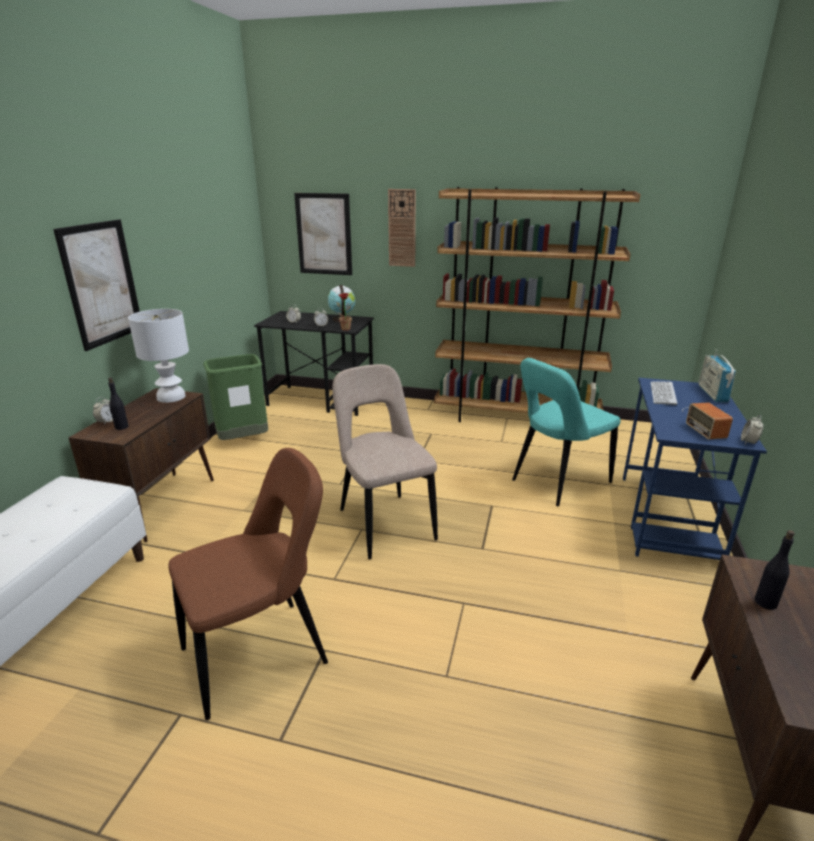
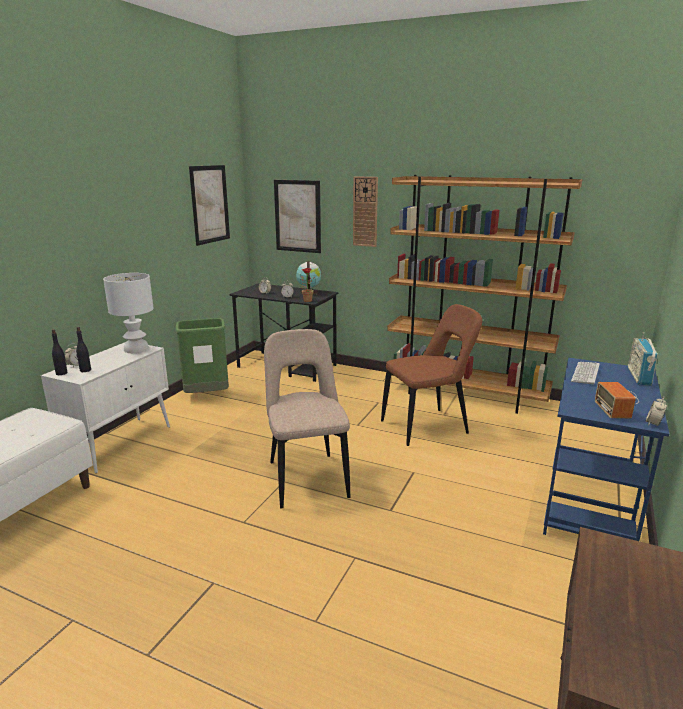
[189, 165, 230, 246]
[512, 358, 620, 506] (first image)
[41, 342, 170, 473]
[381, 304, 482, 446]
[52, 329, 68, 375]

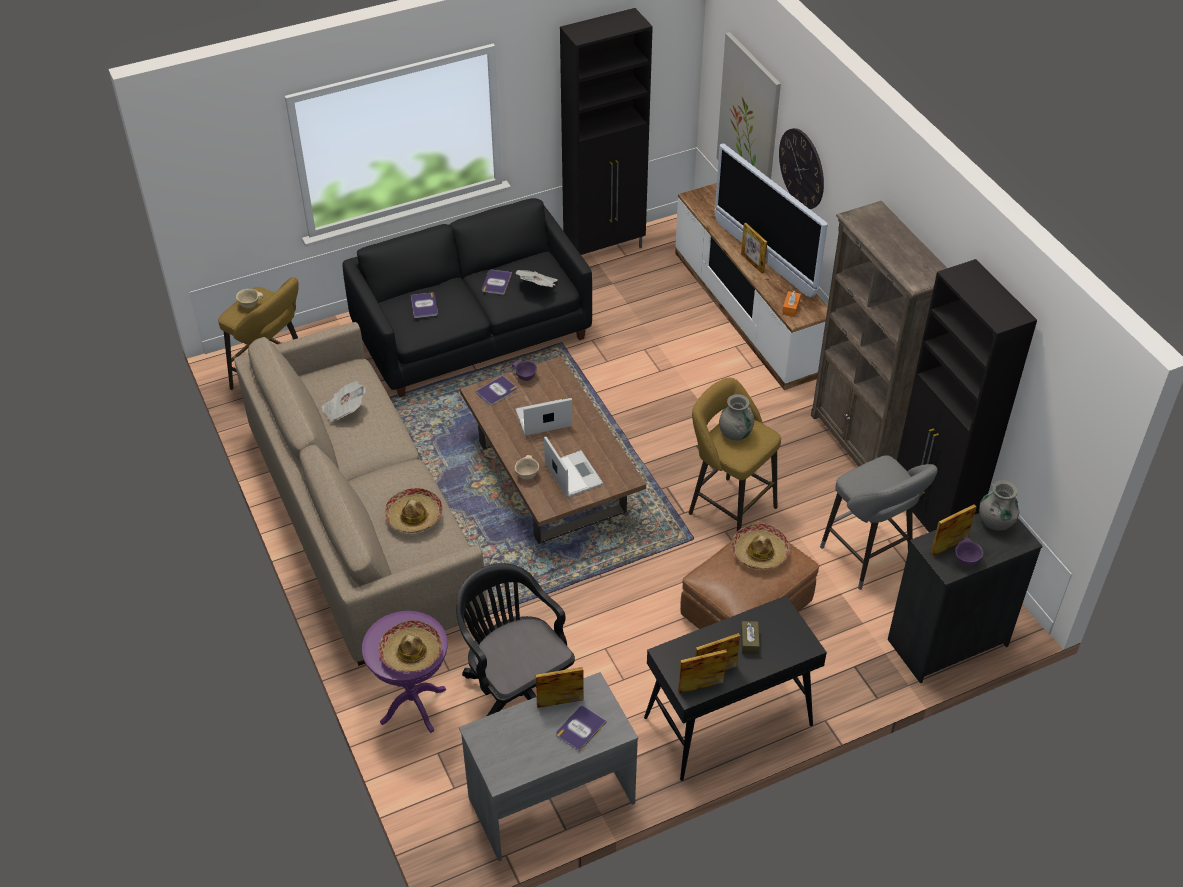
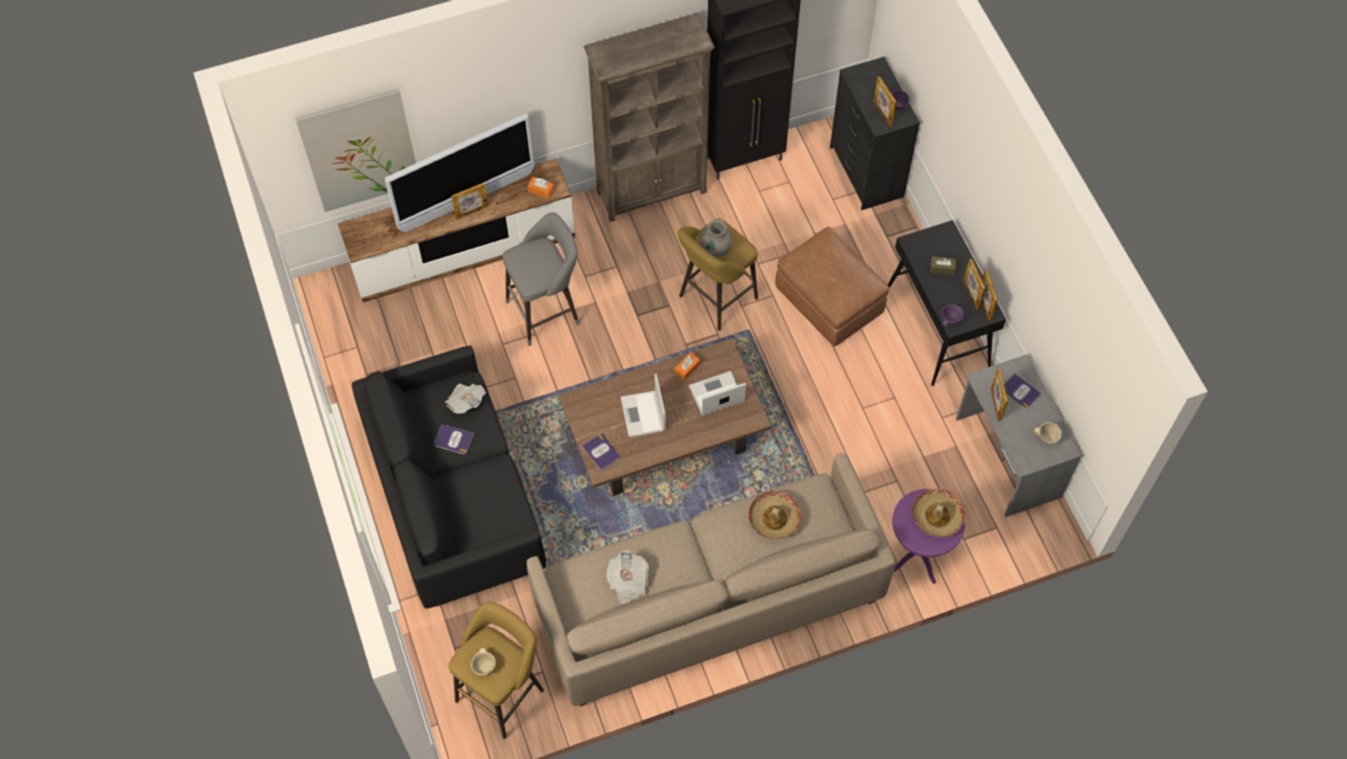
[560, 8, 653, 255] (first image)
[779, 128, 824, 209] (first image)
[411, 293, 438, 318] (first image)
[941, 304, 964, 327]
[1034, 422, 1062, 444]
[502, 212, 580, 346]
[979, 480, 1019, 531] (first image)
[732, 524, 790, 569] (first image)
[456, 563, 575, 716] (first image)
[675, 352, 700, 380]

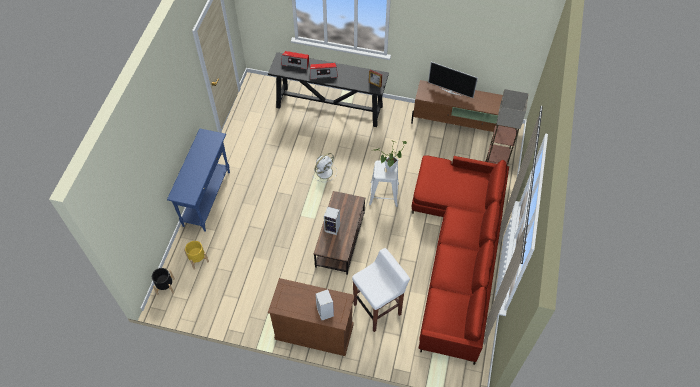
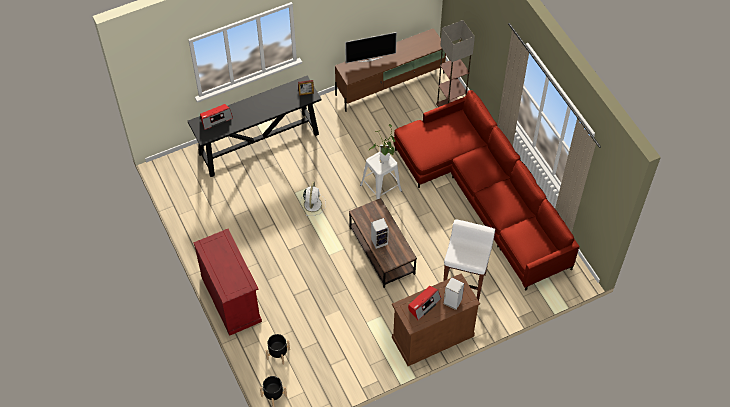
[408, 286, 441, 320]
[193, 229, 262, 336]
[266, 334, 290, 365]

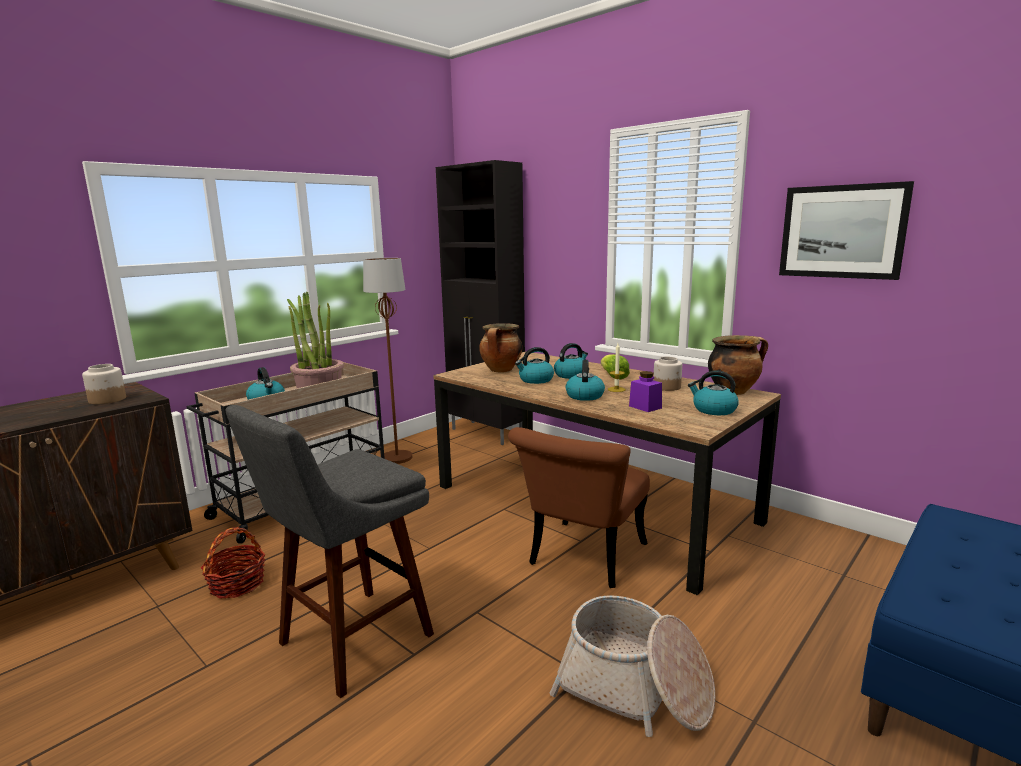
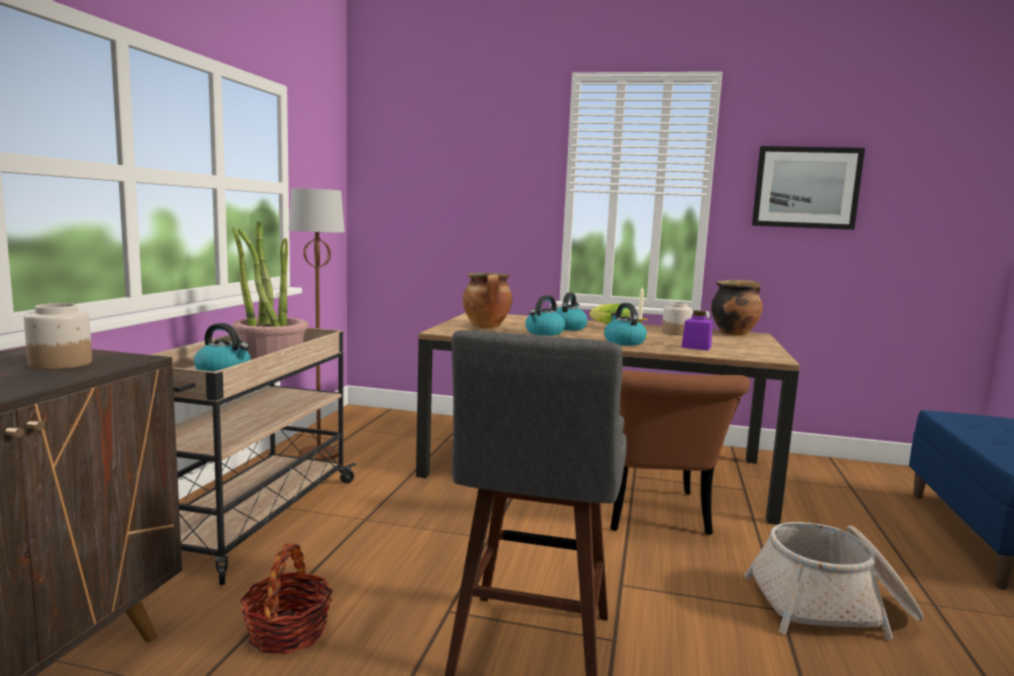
[436, 160, 525, 445] (first image)
[688, 370, 739, 415] (first image)

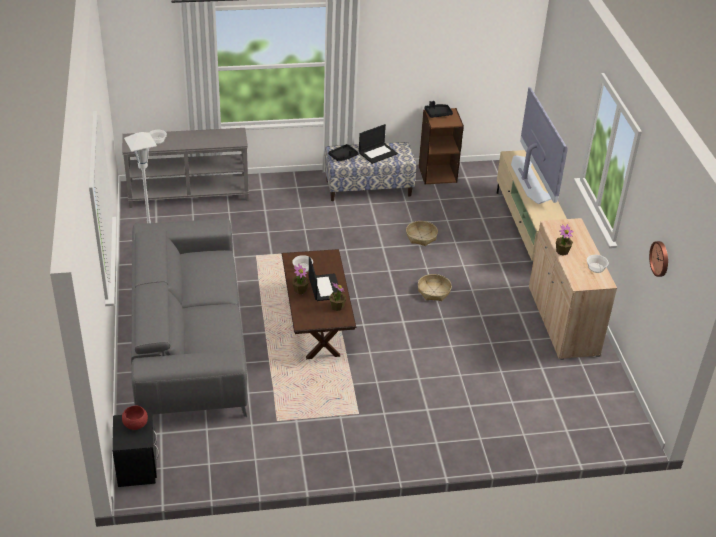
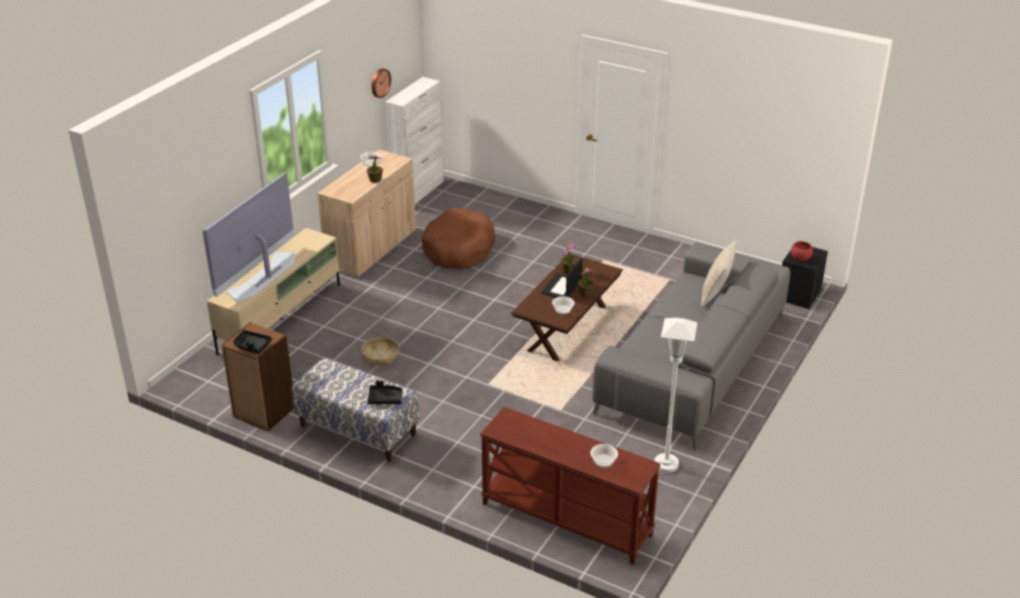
[359, 124, 398, 164] (first image)
[480, 407, 661, 565]
[418, 274, 452, 301] (first image)
[385, 77, 444, 204]
[422, 208, 496, 269]
[701, 241, 736, 307]

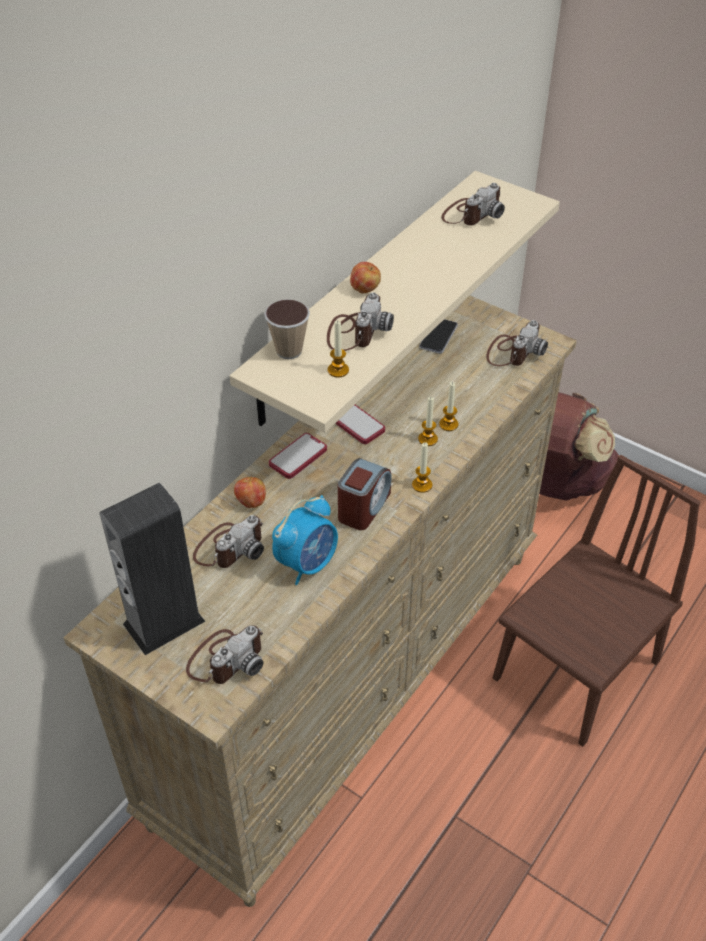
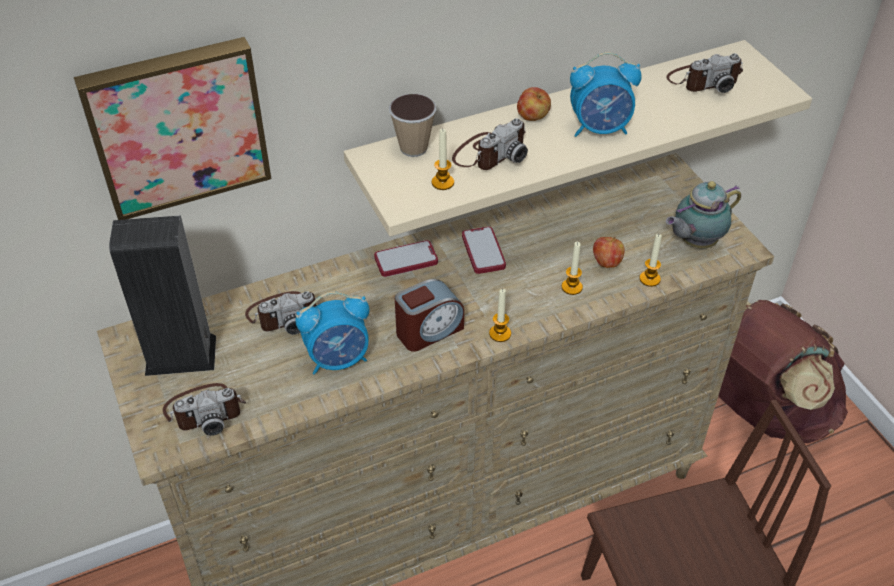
[419, 319, 458, 354] (first image)
[666, 181, 741, 248]
[639, 234, 662, 287]
[593, 236, 625, 268]
[74, 37, 271, 220]
[570, 52, 642, 137]

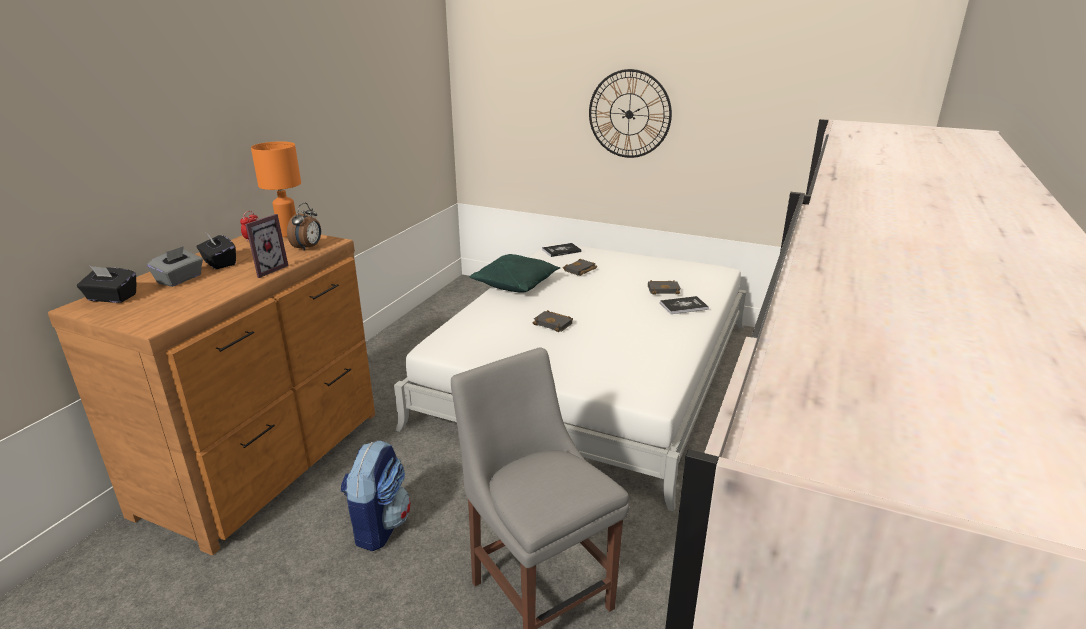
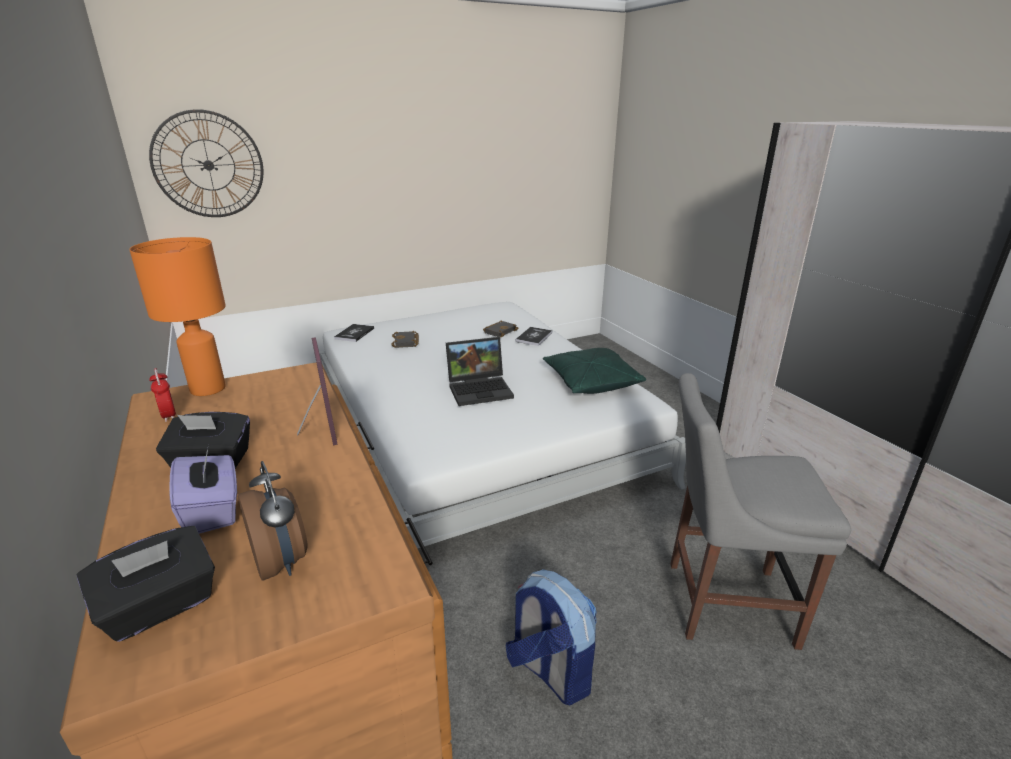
[149, 109, 263, 217]
[238, 461, 308, 581]
[170, 445, 237, 534]
[543, 347, 646, 394]
[446, 337, 514, 406]

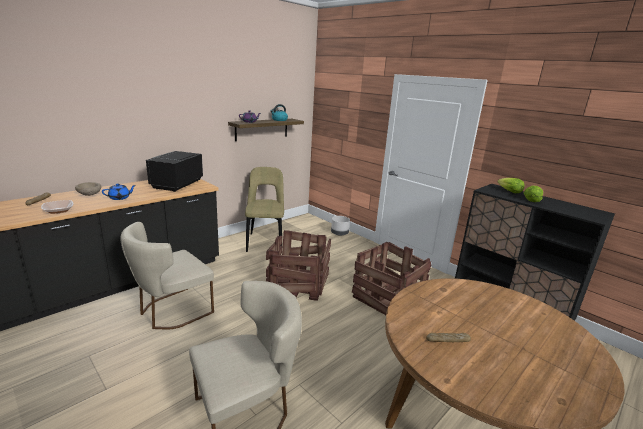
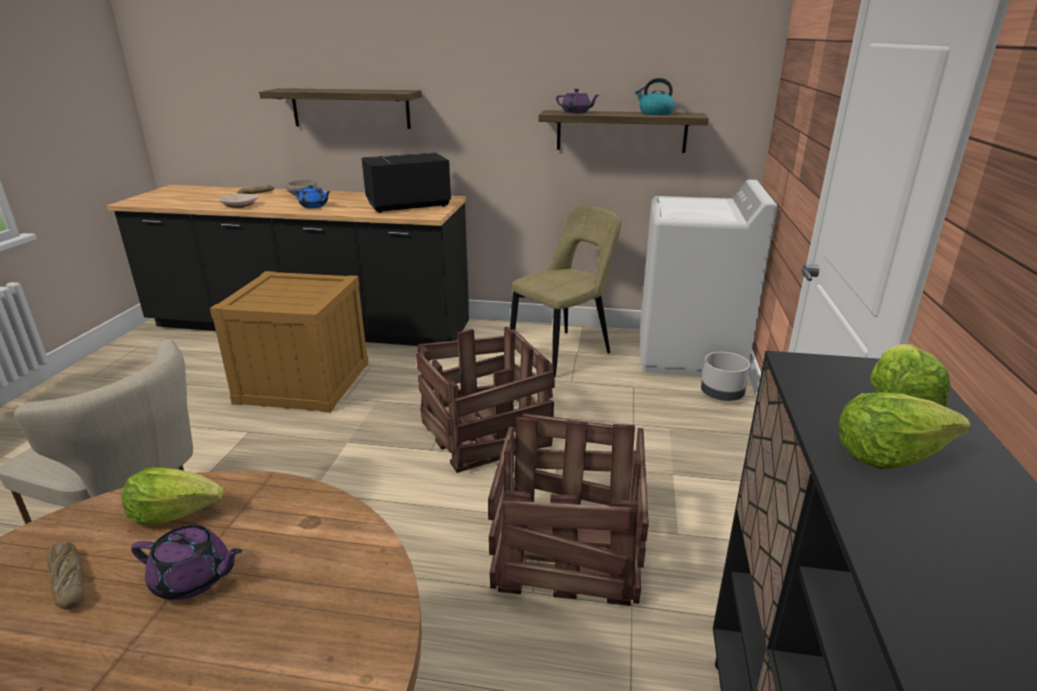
[210, 271, 369, 413]
[259, 88, 422, 129]
[640, 180, 777, 377]
[122, 467, 224, 525]
[131, 525, 243, 600]

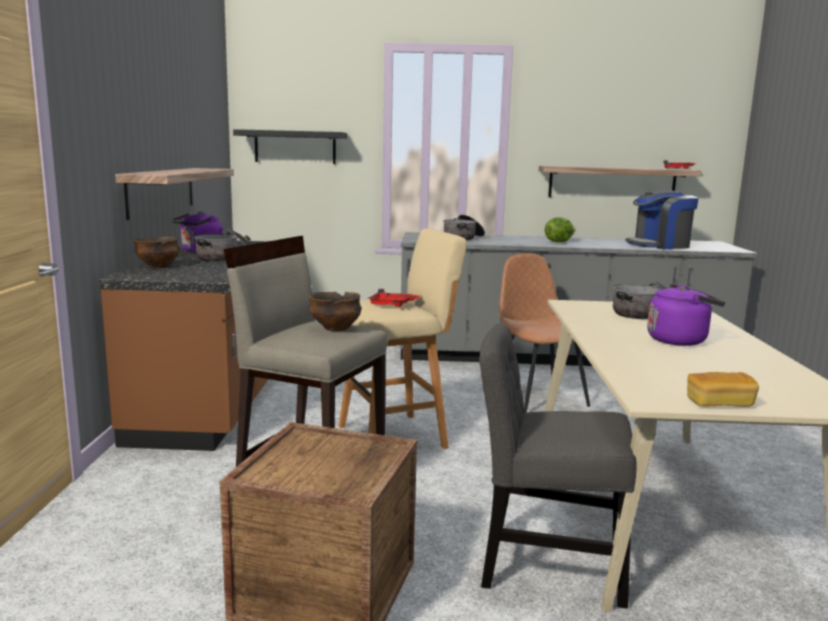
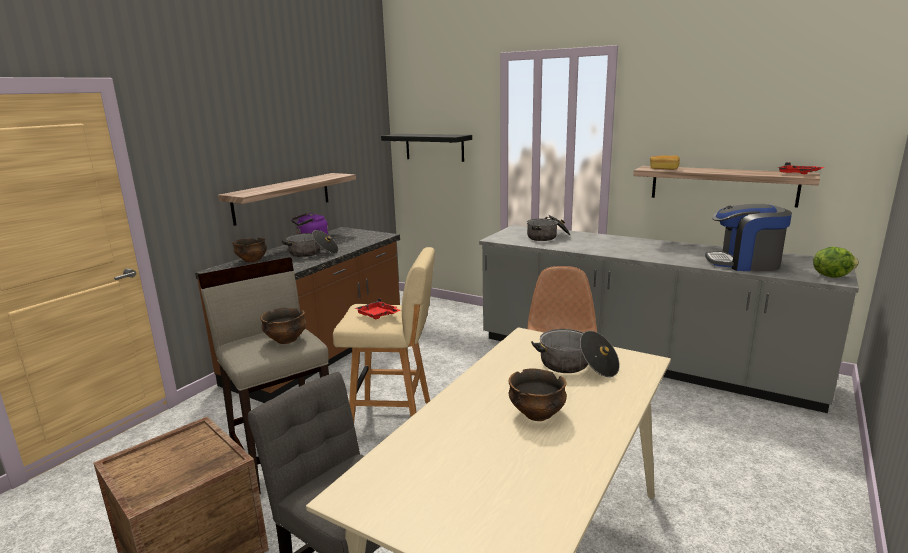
[813, 246, 859, 278]
[508, 368, 567, 421]
[650, 155, 680, 170]

